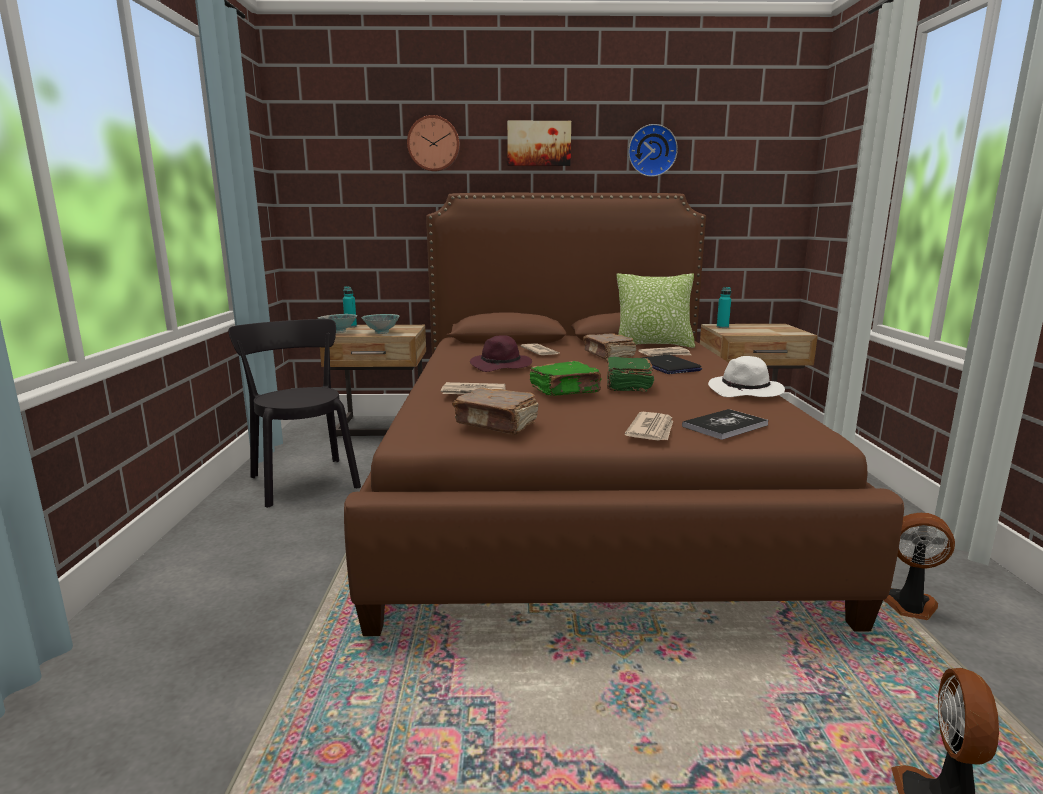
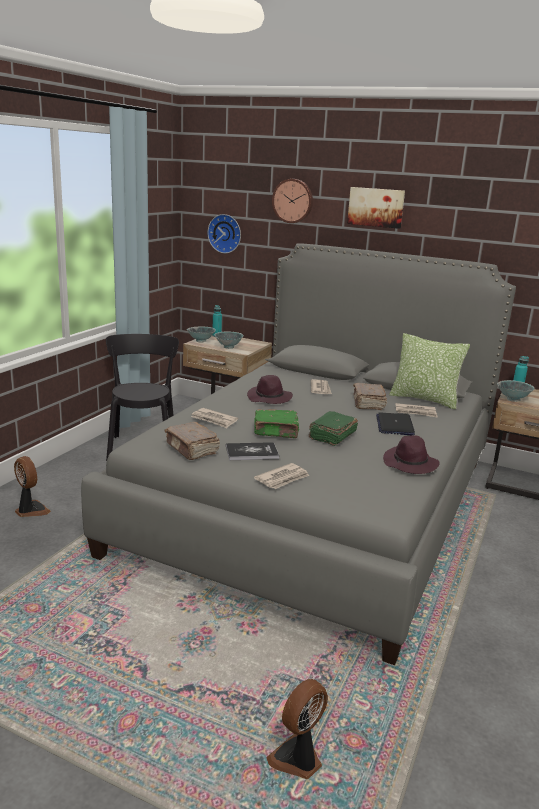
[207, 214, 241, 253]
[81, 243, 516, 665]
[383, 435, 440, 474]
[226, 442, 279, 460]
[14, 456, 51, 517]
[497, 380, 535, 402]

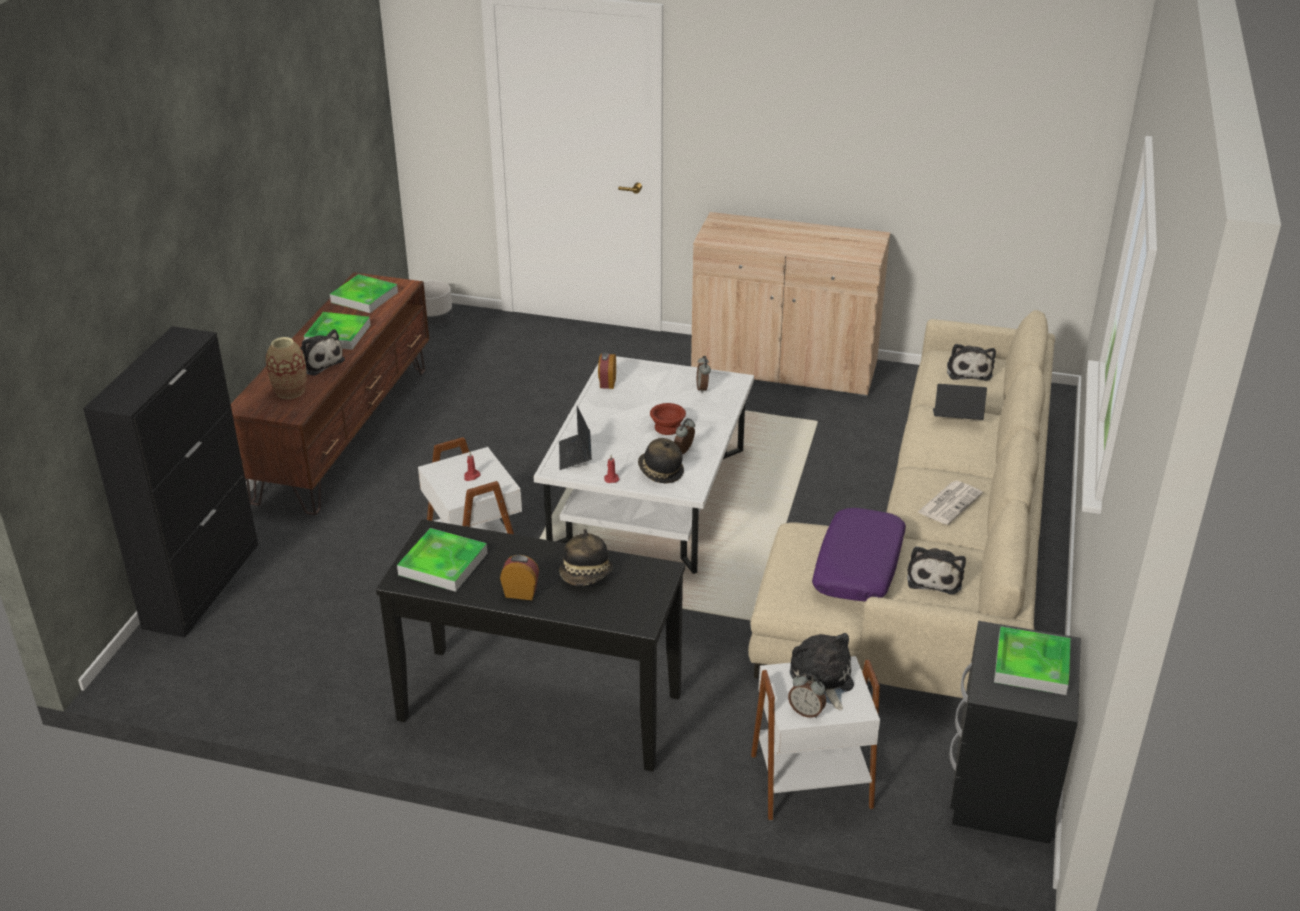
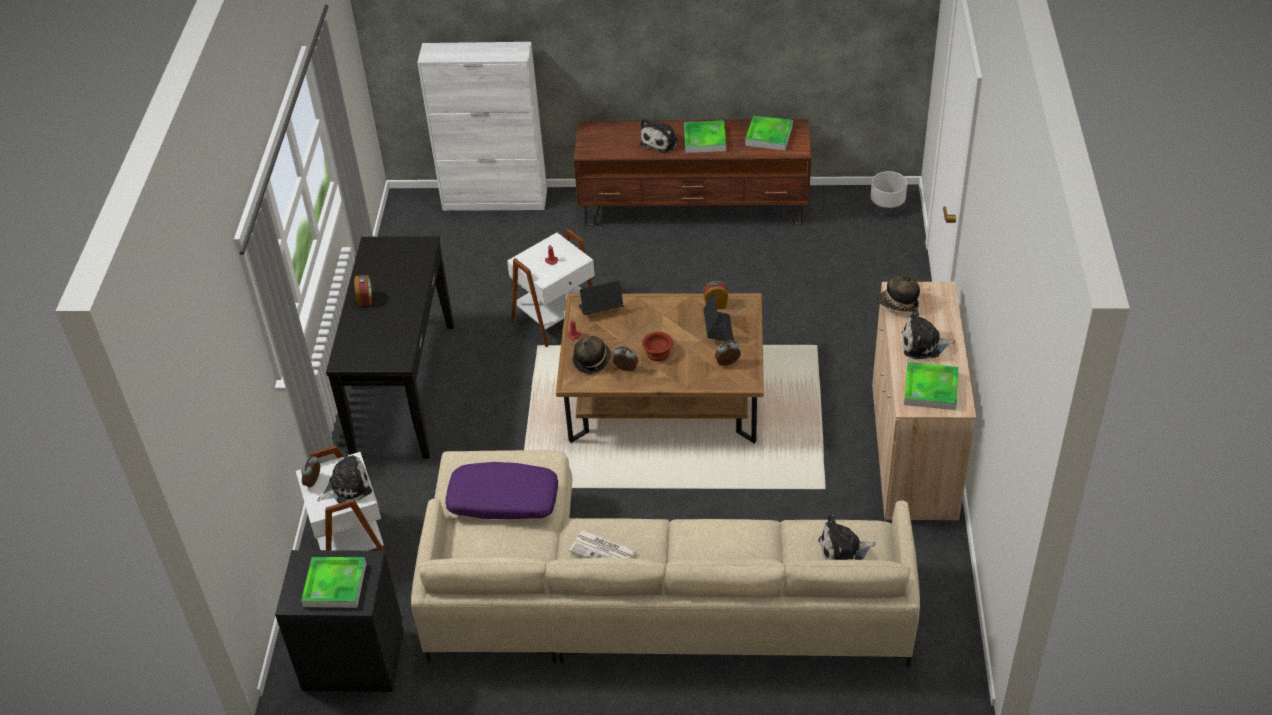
[417, 42, 547, 211]
[266, 337, 307, 399] (first image)
[556, 293, 764, 443]
[704, 290, 734, 341]
[904, 362, 959, 410]
[878, 276, 920, 312]
[901, 307, 956, 359]

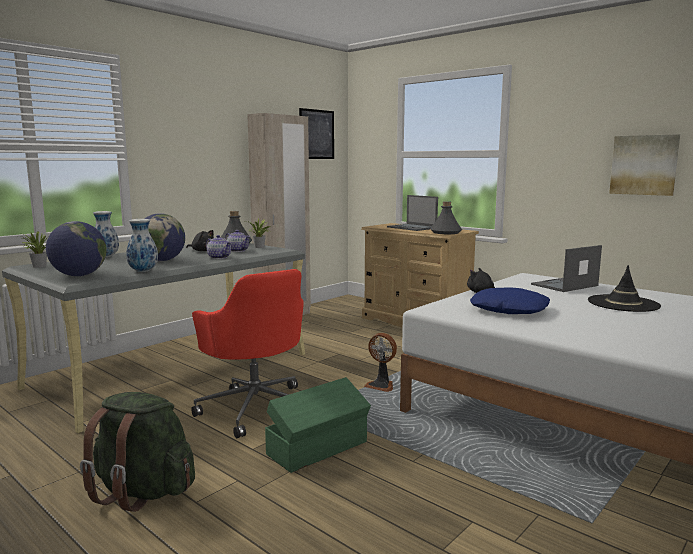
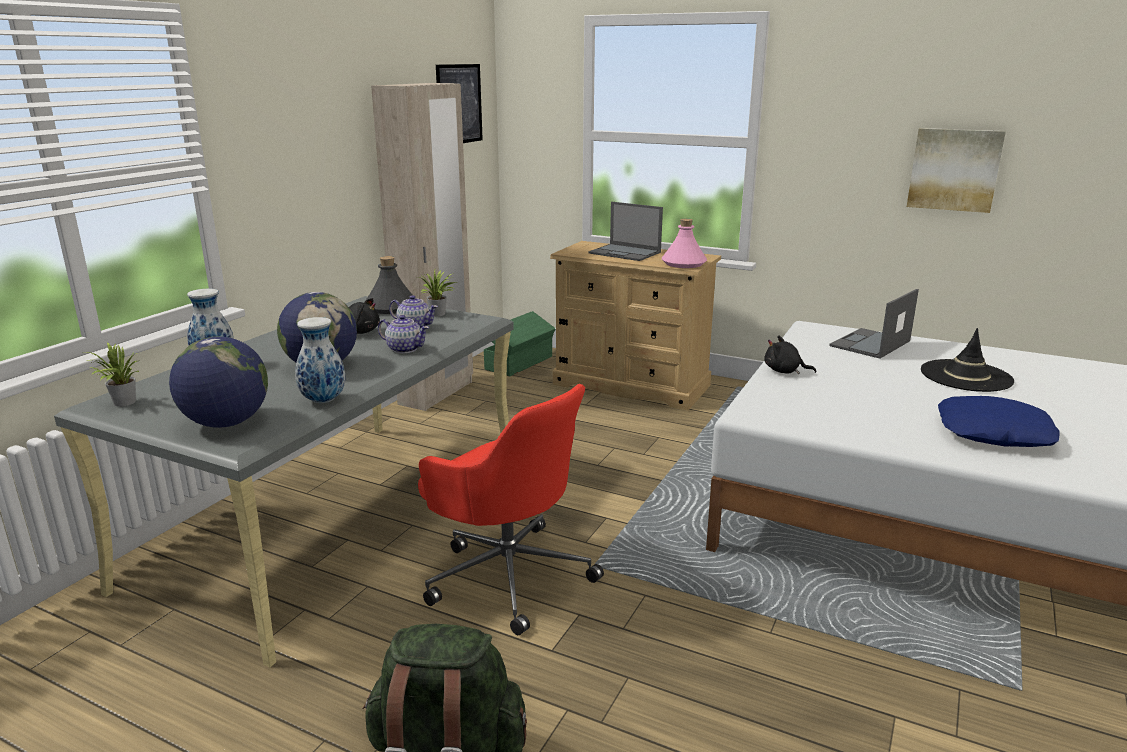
[662, 219, 707, 268]
[938, 396, 1060, 447]
[364, 333, 397, 392] (first image)
[484, 311, 556, 376]

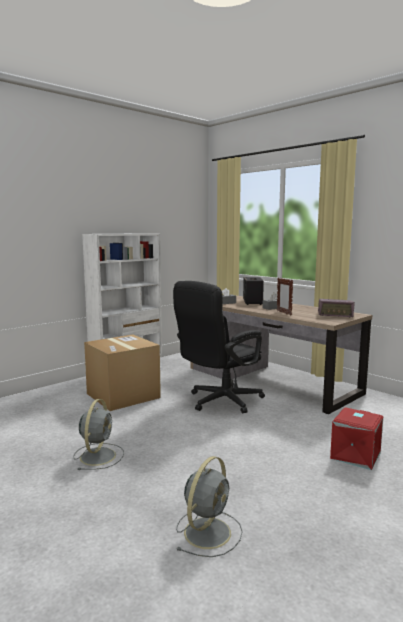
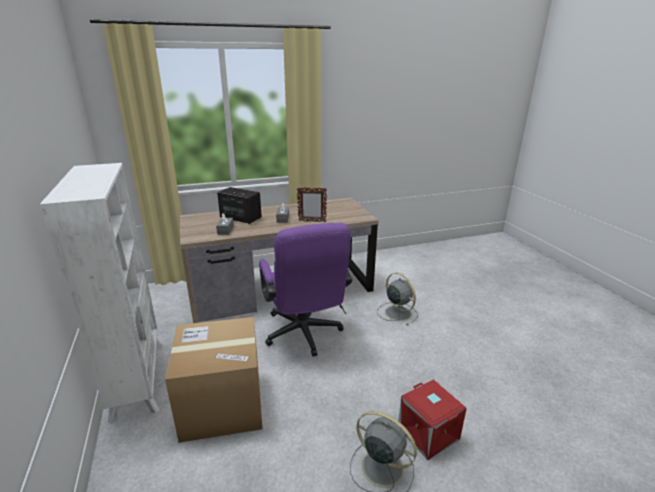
[259, 223, 352, 356]
[318, 299, 355, 317] (first image)
[398, 379, 467, 460]
[377, 273, 418, 326]

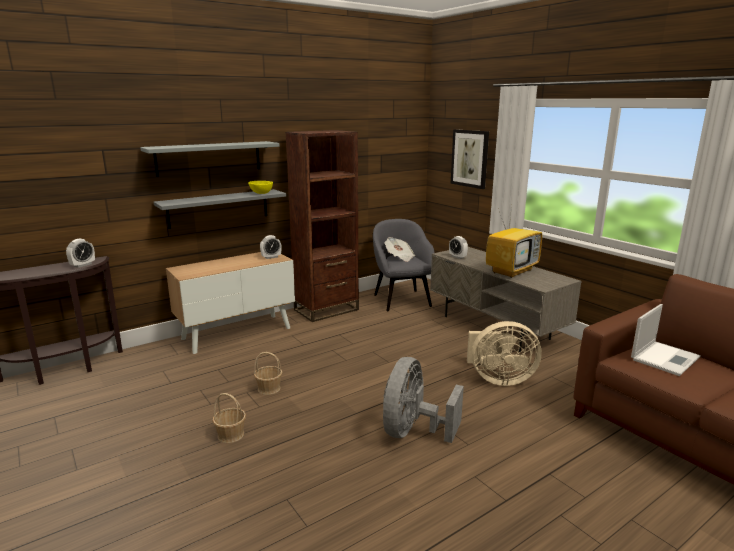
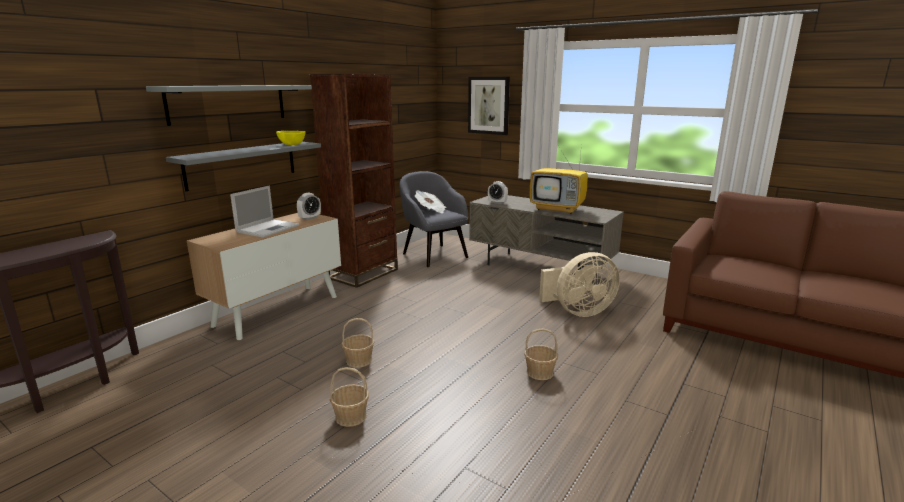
[530, 152, 588, 214]
[66, 238, 95, 268] (first image)
[230, 185, 299, 238]
[524, 329, 558, 380]

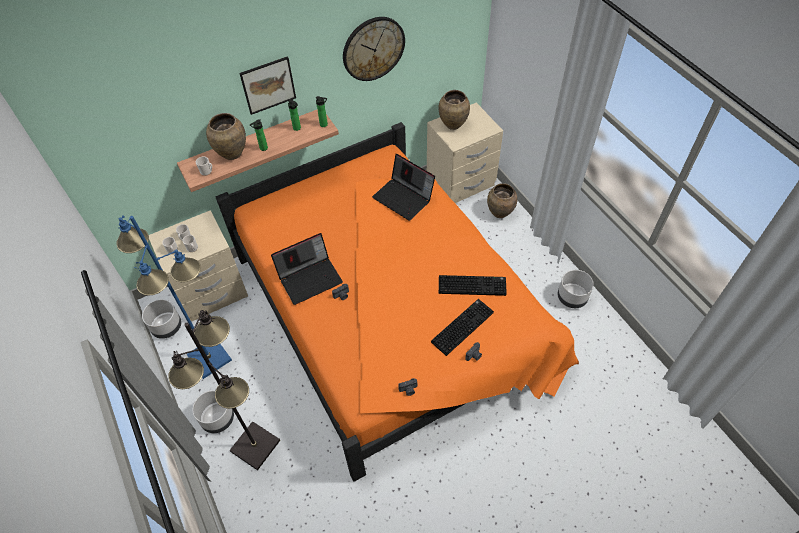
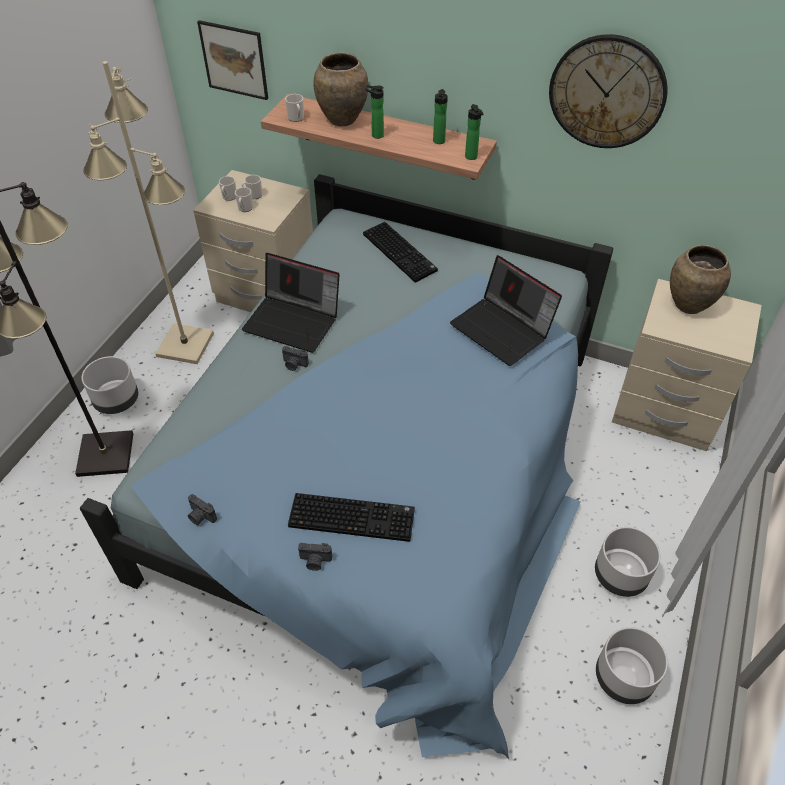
[197, 20, 268, 100]
[79, 174, 614, 759]
[450, 255, 562, 366]
[487, 183, 517, 218] (first image)
[83, 61, 214, 364]
[363, 222, 438, 283]
[595, 527, 660, 597]

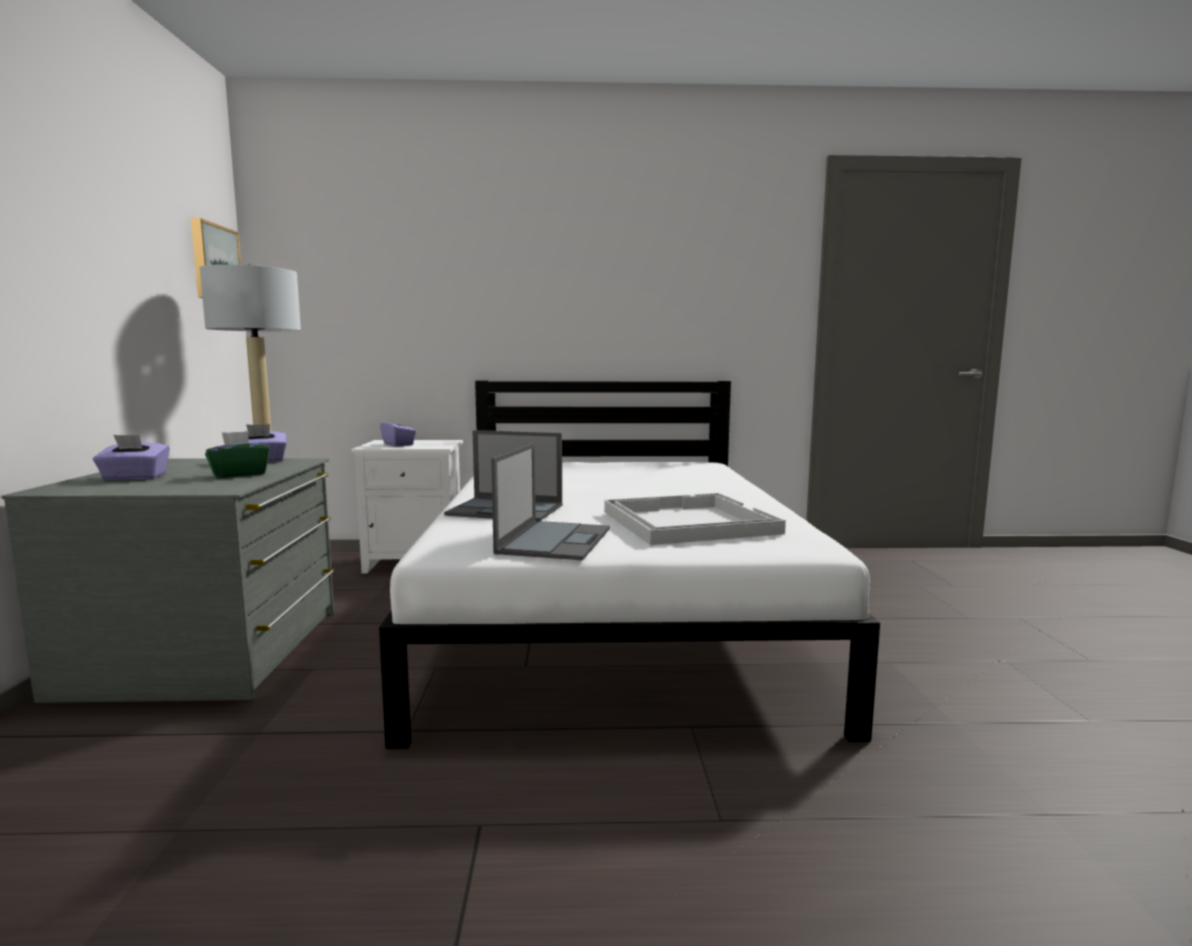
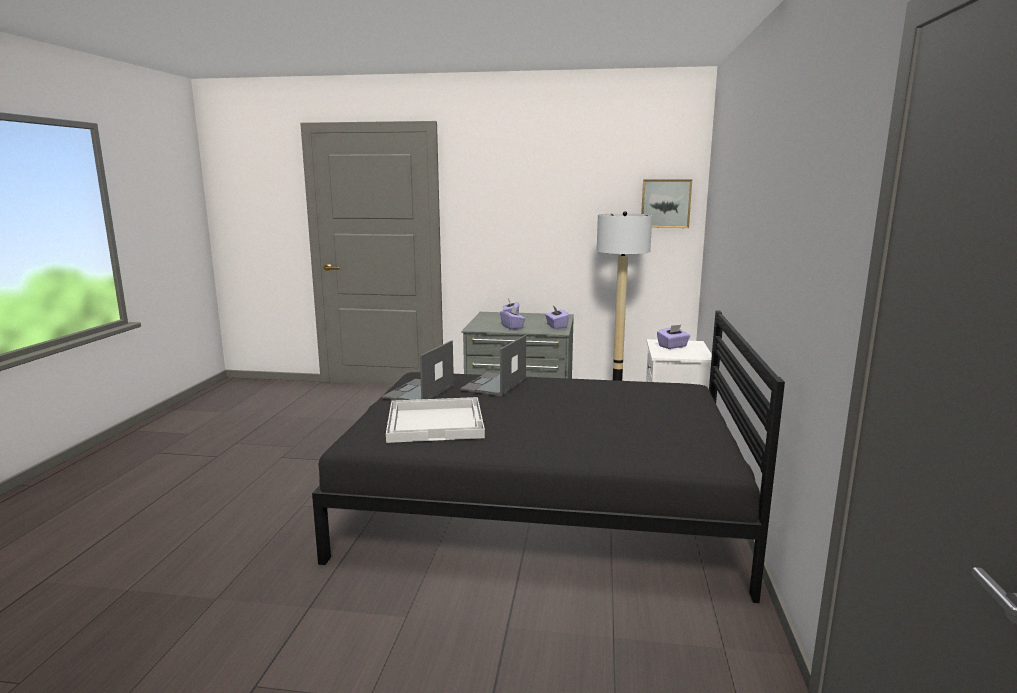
[312, 310, 785, 603]
[500, 306, 525, 330]
[382, 341, 454, 400]

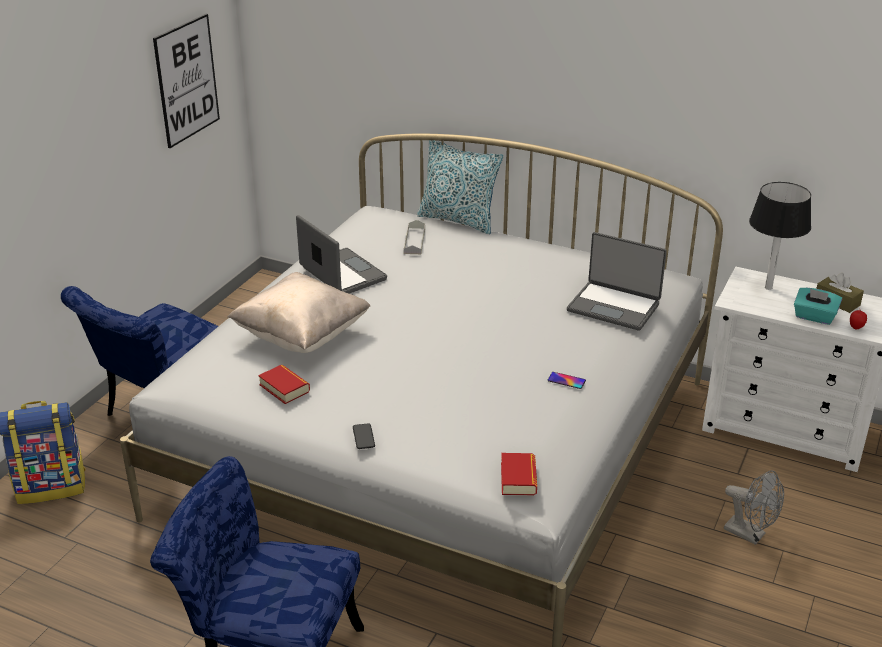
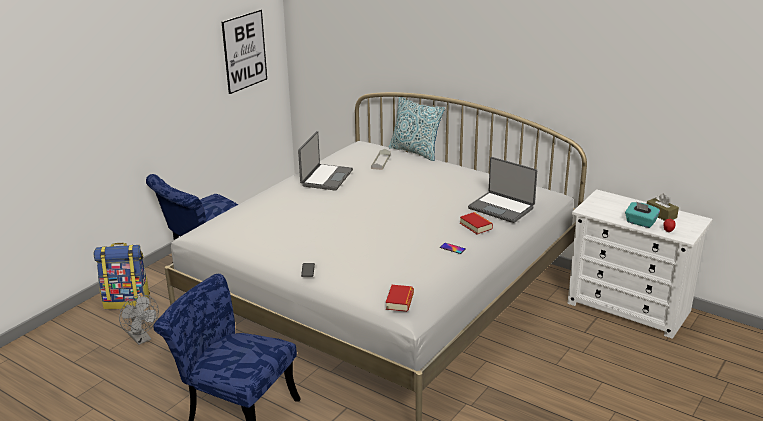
[749, 182, 811, 290] (first image)
[298, 131, 353, 191]
[227, 272, 371, 353] (first image)
[460, 212, 493, 235]
[119, 295, 159, 345]

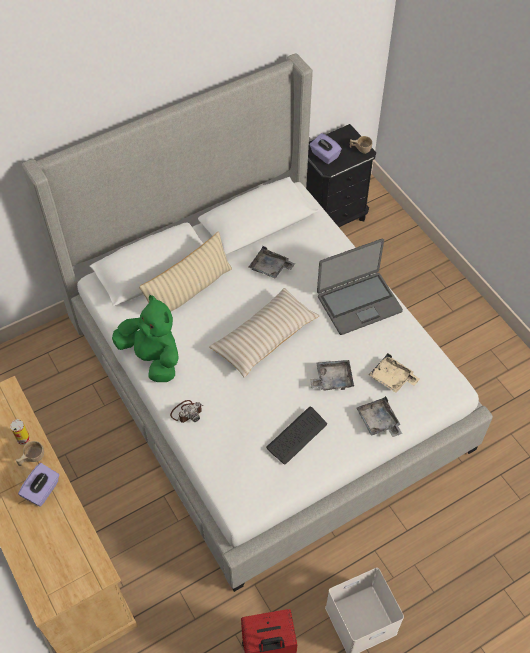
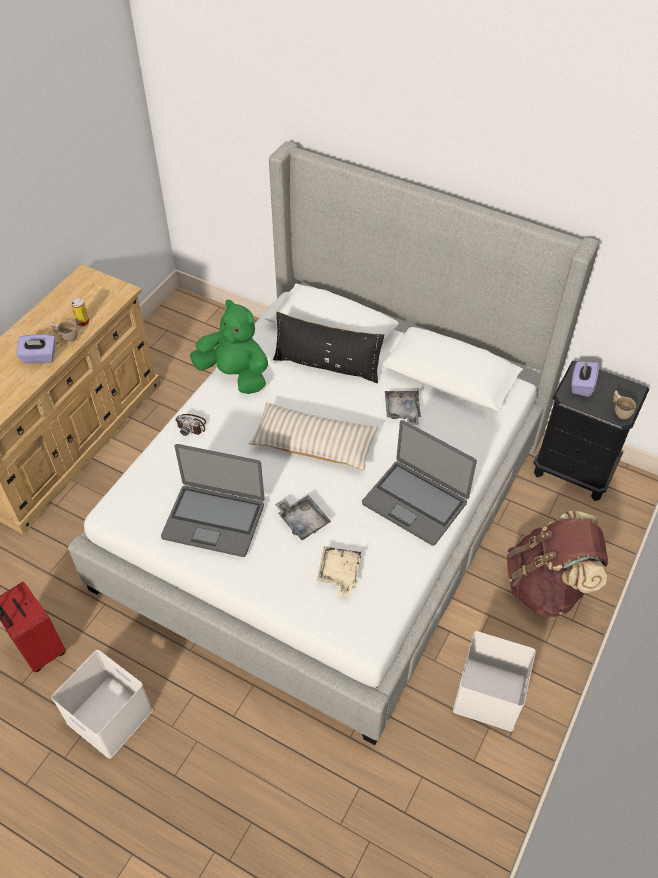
[273, 312, 384, 383]
[190, 300, 268, 394]
[357, 396, 402, 437] (first image)
[161, 444, 265, 557]
[507, 511, 608, 617]
[453, 631, 536, 732]

